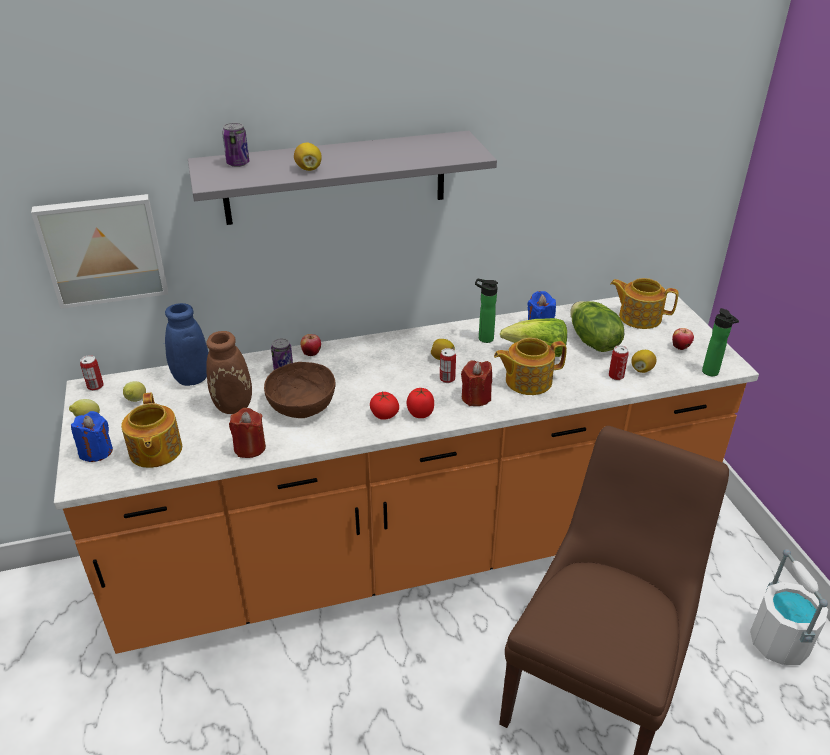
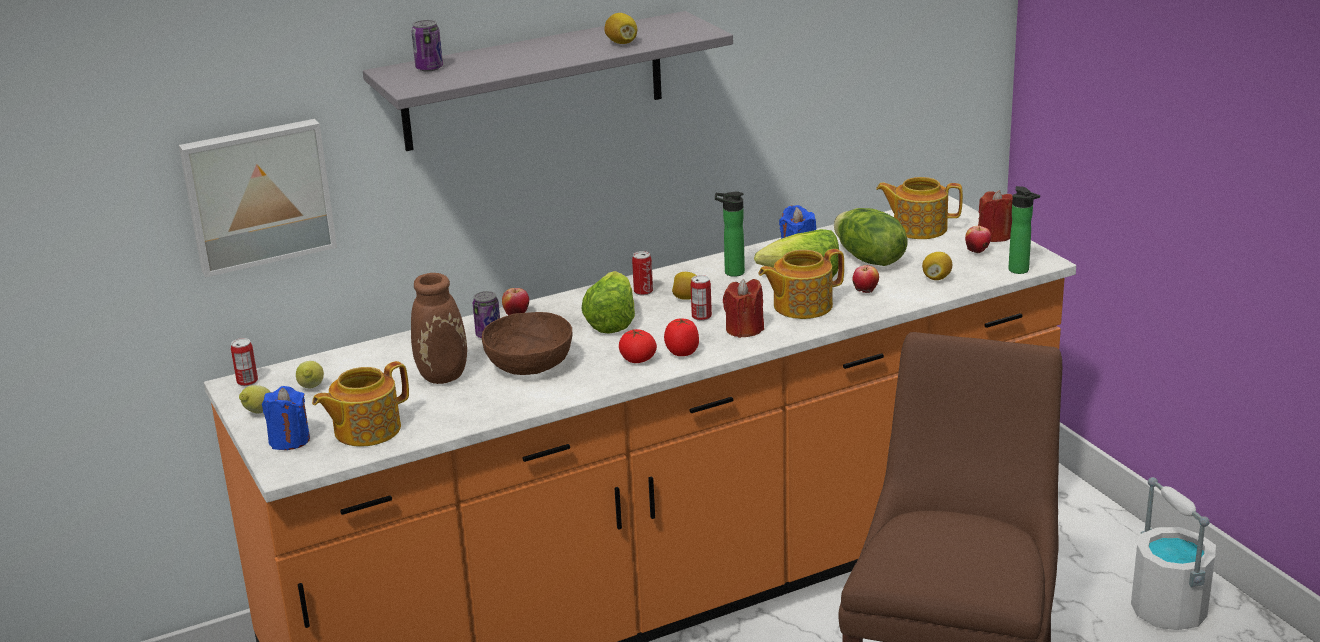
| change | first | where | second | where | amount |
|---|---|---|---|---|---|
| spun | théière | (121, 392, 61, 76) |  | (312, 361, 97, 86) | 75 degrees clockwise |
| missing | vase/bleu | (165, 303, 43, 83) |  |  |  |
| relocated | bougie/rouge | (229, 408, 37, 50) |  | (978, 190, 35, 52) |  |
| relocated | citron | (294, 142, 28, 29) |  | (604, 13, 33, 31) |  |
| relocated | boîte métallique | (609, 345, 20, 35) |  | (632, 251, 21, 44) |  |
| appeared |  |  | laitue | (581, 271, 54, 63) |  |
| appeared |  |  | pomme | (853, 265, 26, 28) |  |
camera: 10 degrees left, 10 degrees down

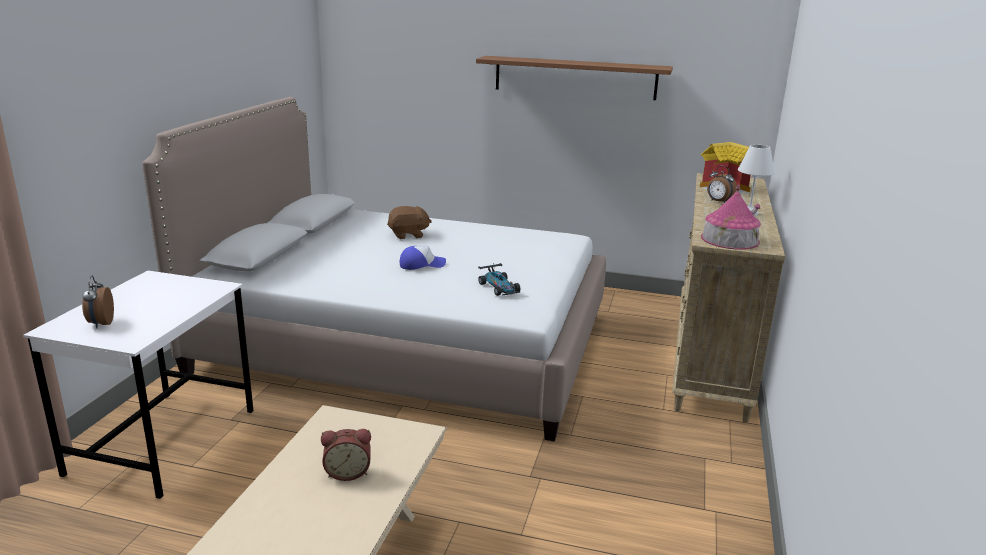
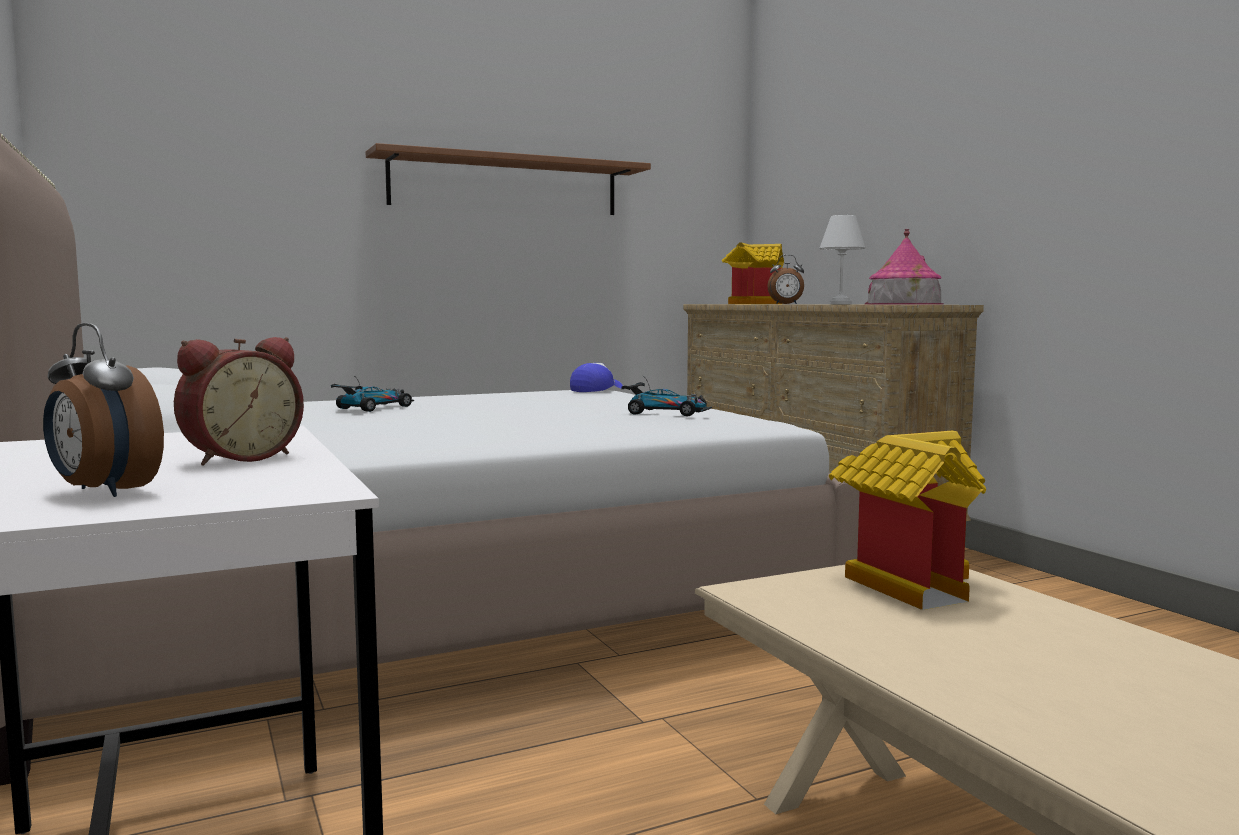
| change | first | where | second | where | amount |
|---|---|---|---|---|---|
| relocated | réveil | (321, 429, 50, 52) |  | (174, 337, 130, 129) |  |
| exchanged | peluche/marron | (387, 206, 45, 33) | petite voiture | (331, 379, 83, 33) |  |
| relocated | casquette | (399, 246, 47, 24) |  | (570, 363, 53, 29) |  |
| appeared |  |  | maison miniature | (829, 431, 157, 179) |  |
camera: 40 degrees left, 15 degrees down

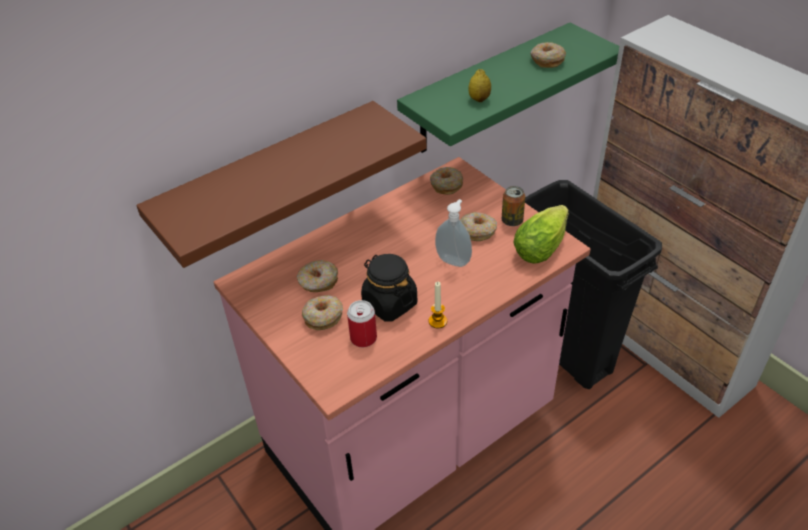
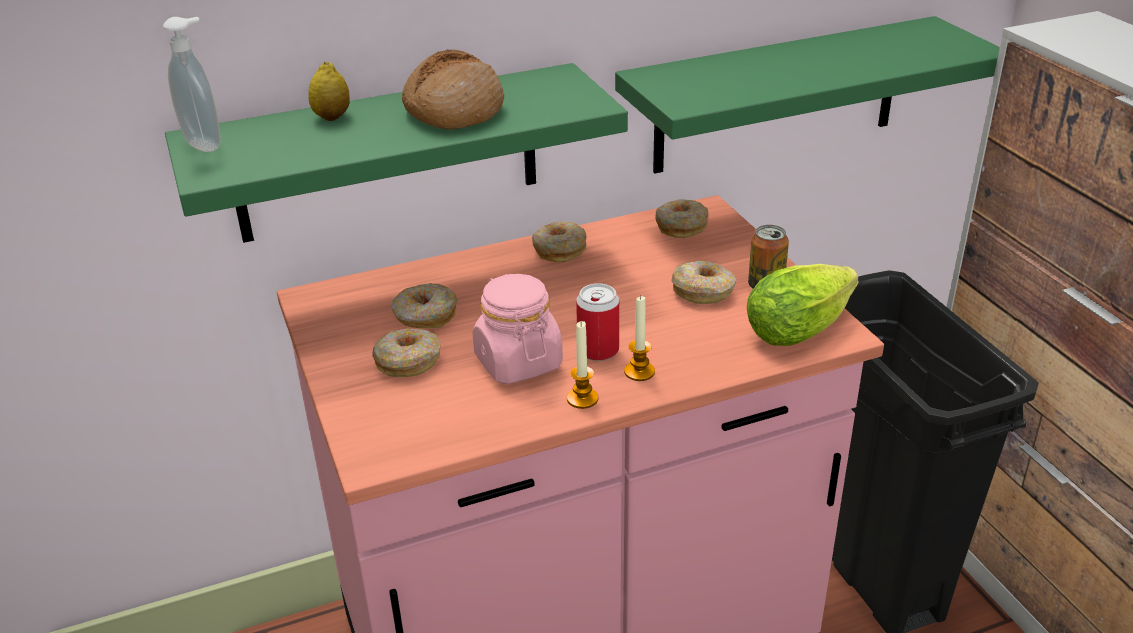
| change | first | where | second | where | amount |
|---|---|---|---|---|---|
| colour | étagère/marron | (136, 101, 290, 167) | étagère/vert | (165, 63, 463, 180) |  |
| relocated | boîte métallique | (347, 300, 30, 47) |  | (576, 283, 43, 78) |  |
| colour | bocal/noir | (361, 254, 56, 68) | bocal/rose | (473, 274, 90, 110) |  |
| relocated | distributeur de savon | (435, 199, 37, 68) |  | (163, 17, 58, 135) |  |
| relocated | citron | (468, 69, 23, 33) |  | (308, 62, 42, 59) |  |
| relocated | beignet | (531, 42, 35, 26) |  | (532, 221, 55, 41) |  |
| appeared |  |  | pain | (402, 49, 102, 80) |  |
| appeared |  |  | bougie | (624, 296, 31, 85) |  |
camera: 15 degrees right, 10 degrees down

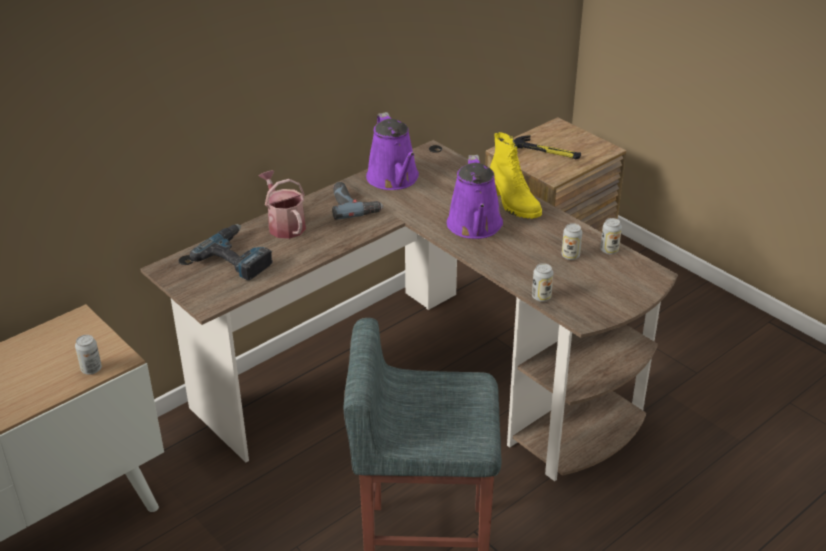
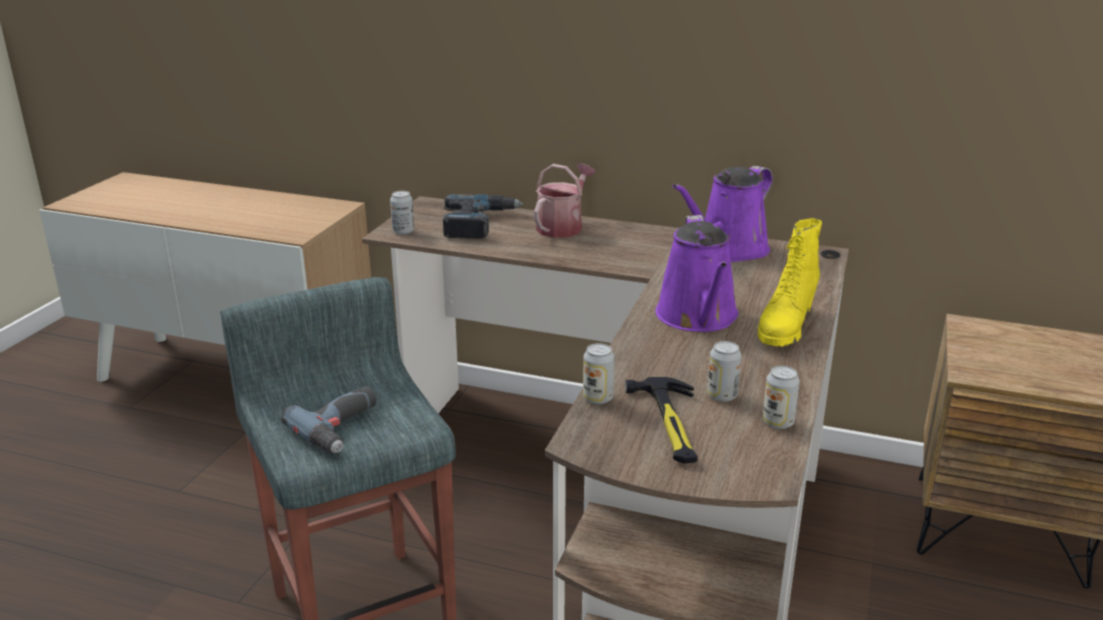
| change | first | where | second | where | amount |
|---|---|---|---|---|---|
| relocated | boîte métallique | (75, 335, 27, 40) |  | (390, 191, 24, 44) |  |
| relocated | perceuse | (332, 182, 51, 38) |  | (281, 386, 96, 68) |  |
| spun | arrosoir/violet | (447, 155, 56, 84) |  | (655, 215, 84, 117) | 60 degrees counterclockwise |
| relocated | marteau | (514, 135, 67, 24) |  | (625, 377, 73, 86) |  |
camera: 60 degrees right, 10 degrees down

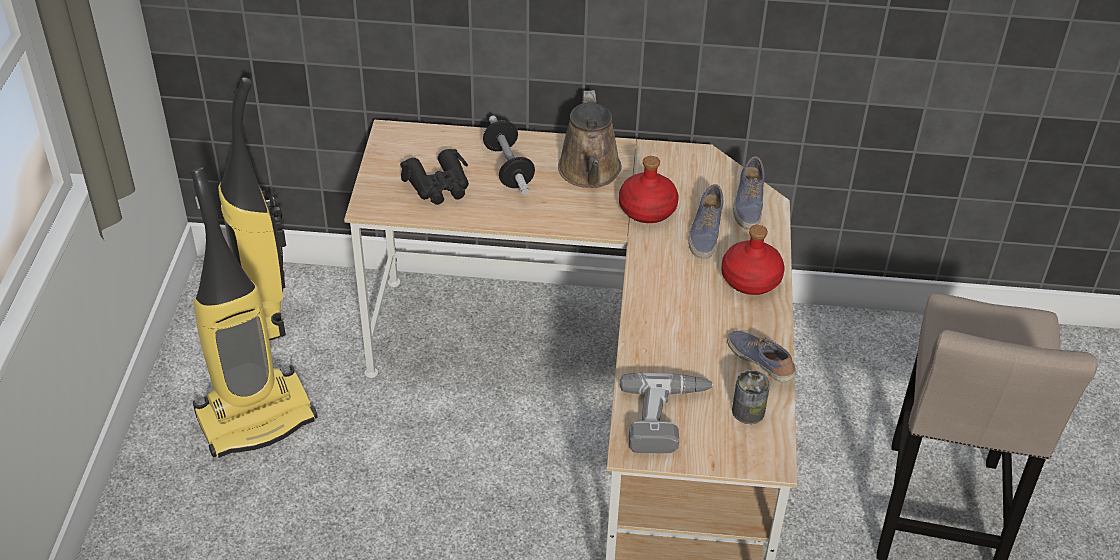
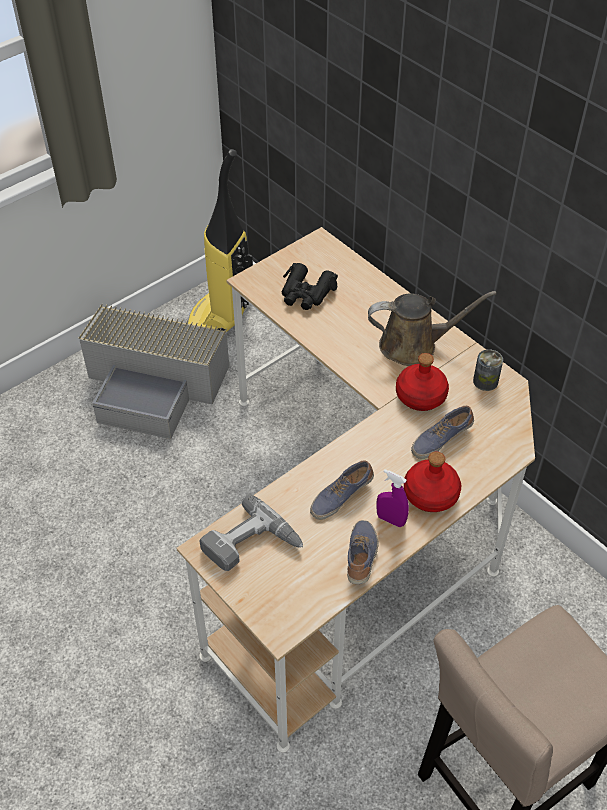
| change | first | where | second | where | amount |
|---|---|---|---|---|---|
| exchanged | aspirateur | (190, 167, 127, 291) | boîte de rangement/gris | (79, 304, 150, 135) |  |
| missing | haltère | (483, 115, 52, 80) |  |  |  |
| spun | arrosoir/marron | (558, 90, 64, 98) |  | (368, 291, 128, 75) | 135 degrees counterclockwise |
| relocated | boîte métallique | (732, 370, 38, 54) |  | (473, 349, 30, 42) |  |
| relocated | chaussure | (733, 156, 32, 73) |  | (310, 460, 64, 60) |  |
| appeared |  |  | vaporisateur/violet | (376, 469, 33, 58) |  |
camera: 45 degrees right, 5 degrees up

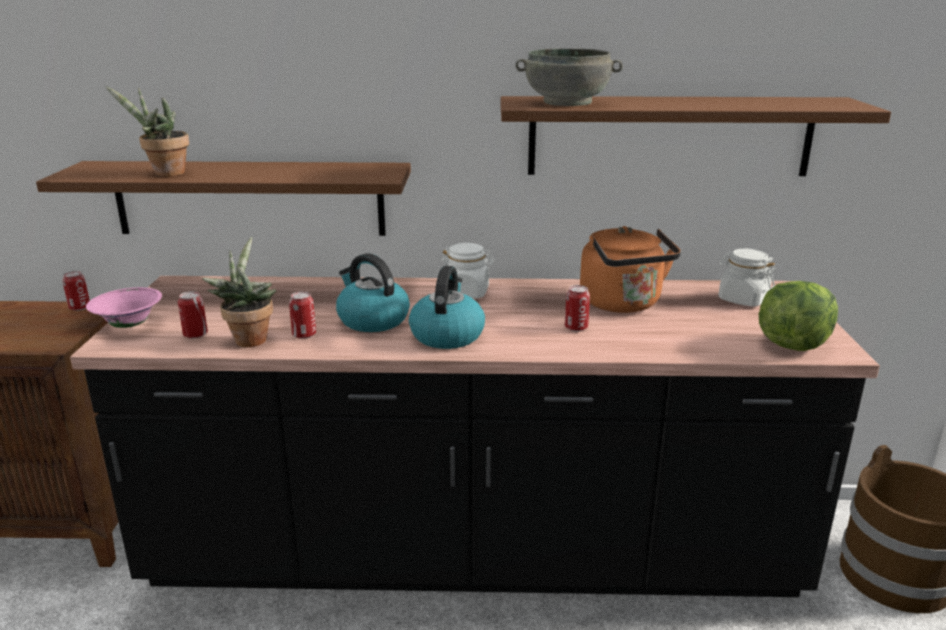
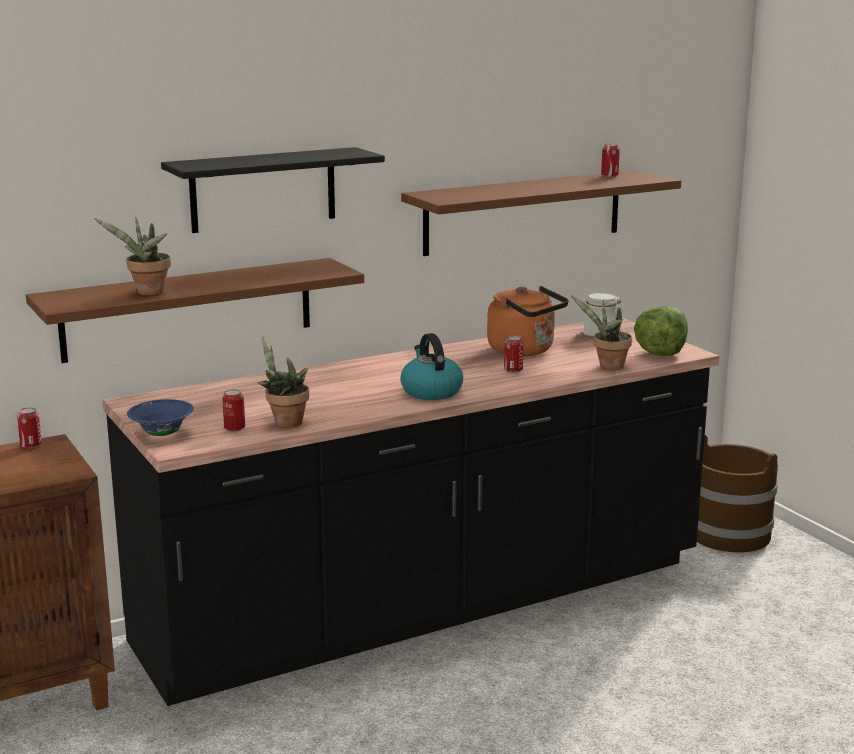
| change | first | where | second | where | amount |
|---|---|---|---|---|---|
| colour | bol/rose | (86, 287, 76, 41) | bol/bleu | (127, 399, 67, 37) |  |
| relocated | boîte métallique | (289, 291, 27, 48) |  | (601, 144, 19, 33) |  |
| missing | bouilloire | (336, 253, 74, 79) |  |  |  |
| missing | bocal/blanc | (442, 243, 52, 55) |  |  |  |
| missing | bol/gris | (515, 48, 108, 58) |  |  |  |
| appeared |  |  | étagère/noir | (161, 147, 224, 86) |  |
| appeared |  |  | plante en pot | (571, 295, 61, 75) |  |
camera: 30 degrees left, 5 degrees down

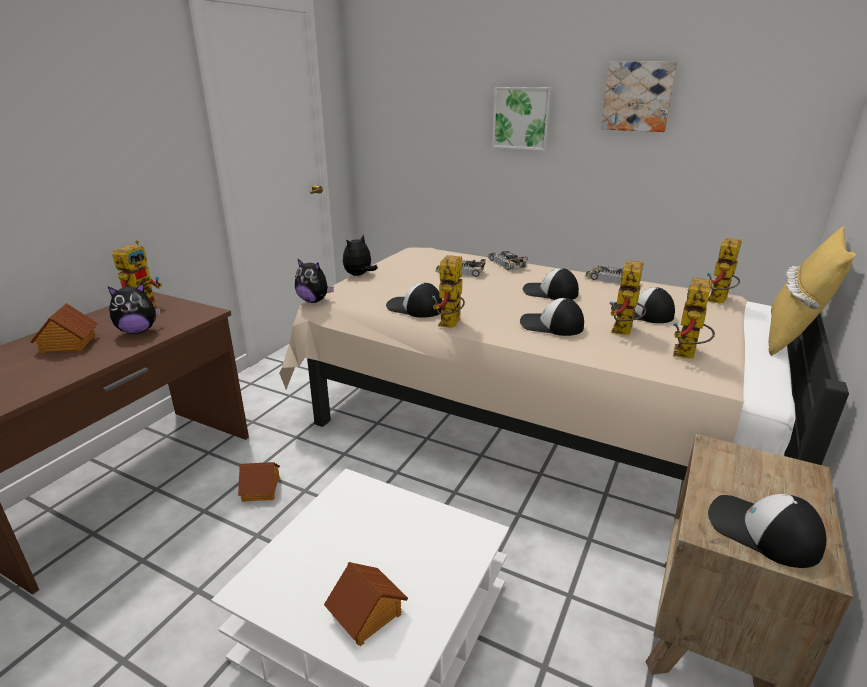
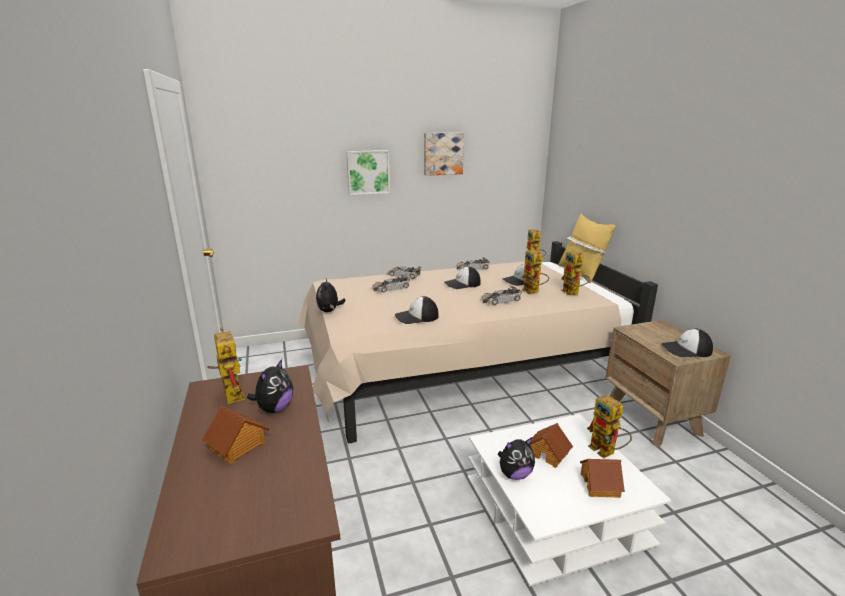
| change | first | where | second | where | amount |
|---|---|---|---|---|---|
| relocated | maison miniature | (238, 462, 42, 40) |  | (530, 423, 43, 45) |  |
| relocated | peluche | (295, 258, 39, 45) |  | (498, 437, 37, 43) |  |
| relocated | robot jouet | (432, 255, 33, 73) |  | (587, 395, 45, 64) |  |
| exchanged | casquette | (520, 298, 64, 38) | petite voiture | (480, 286, 42, 19) |  |
camera: 45 degrees left, 5 degrees down

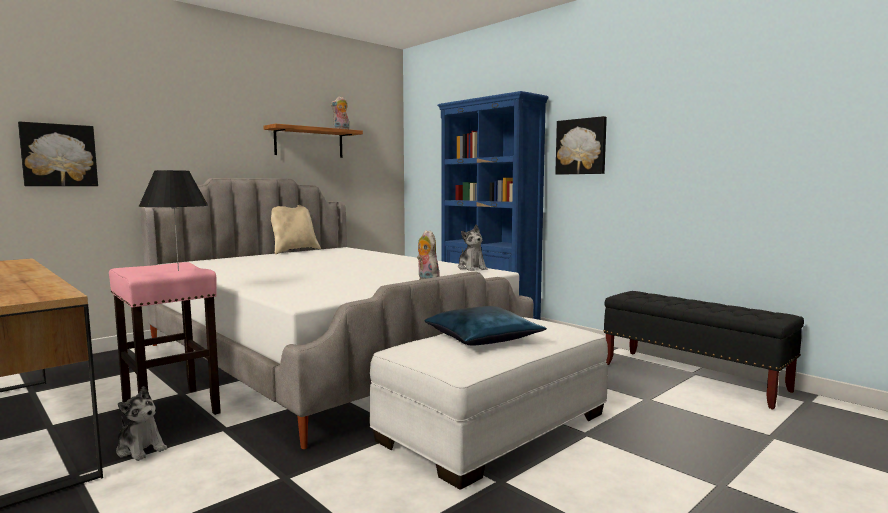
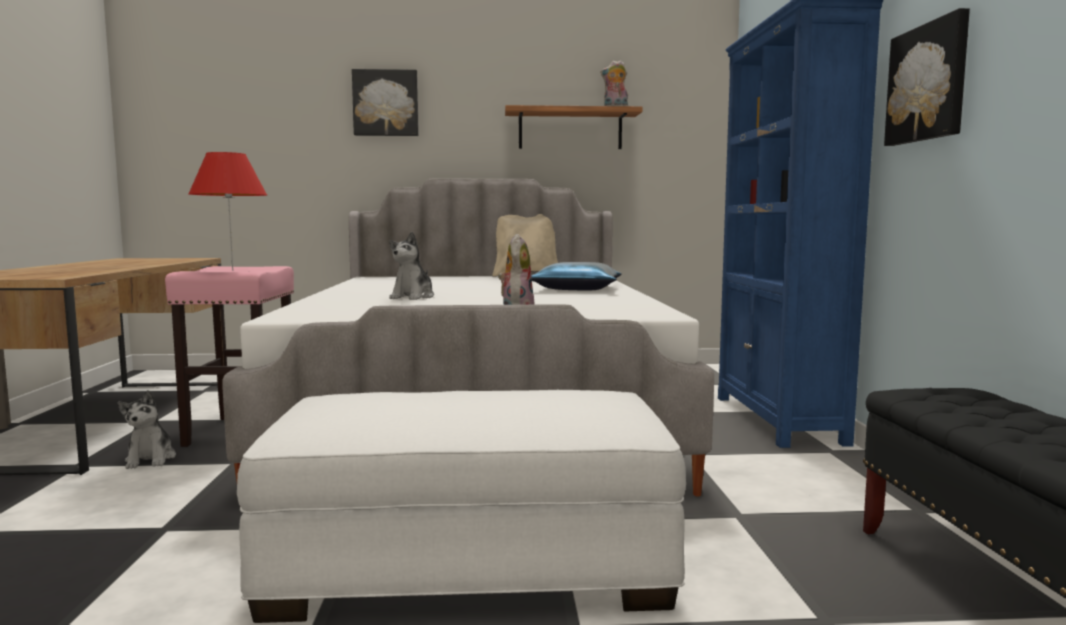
| change | first | where | second | where | amount |
|---|---|---|---|---|---|
| relocated | tableau | (18, 122, 80, 64) |  | (352, 69, 67, 67) |  |
| colour | lampe de table/noir | (138, 170, 70, 101) | lampe de table/rouge | (188, 152, 79, 119) |  |
| relocated | coussin/bleu | (424, 306, 123, 40) |  | (532, 262, 90, 28) |  |
| relocated | peluche | (458, 224, 30, 47) |  | (389, 232, 45, 68) |  |
camera: 40 degrees right, 0 degrees up

